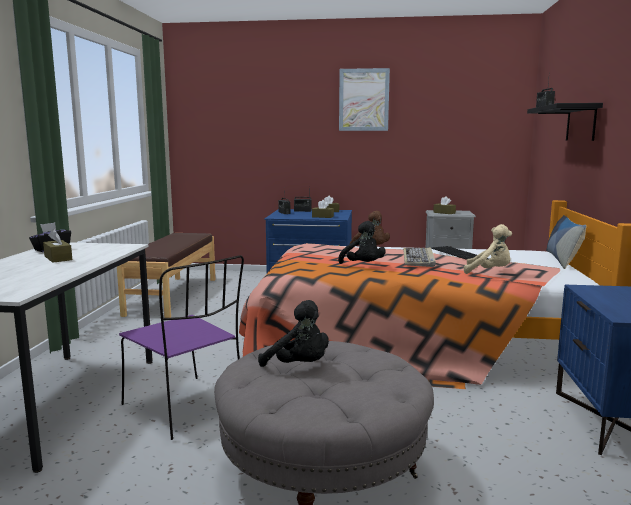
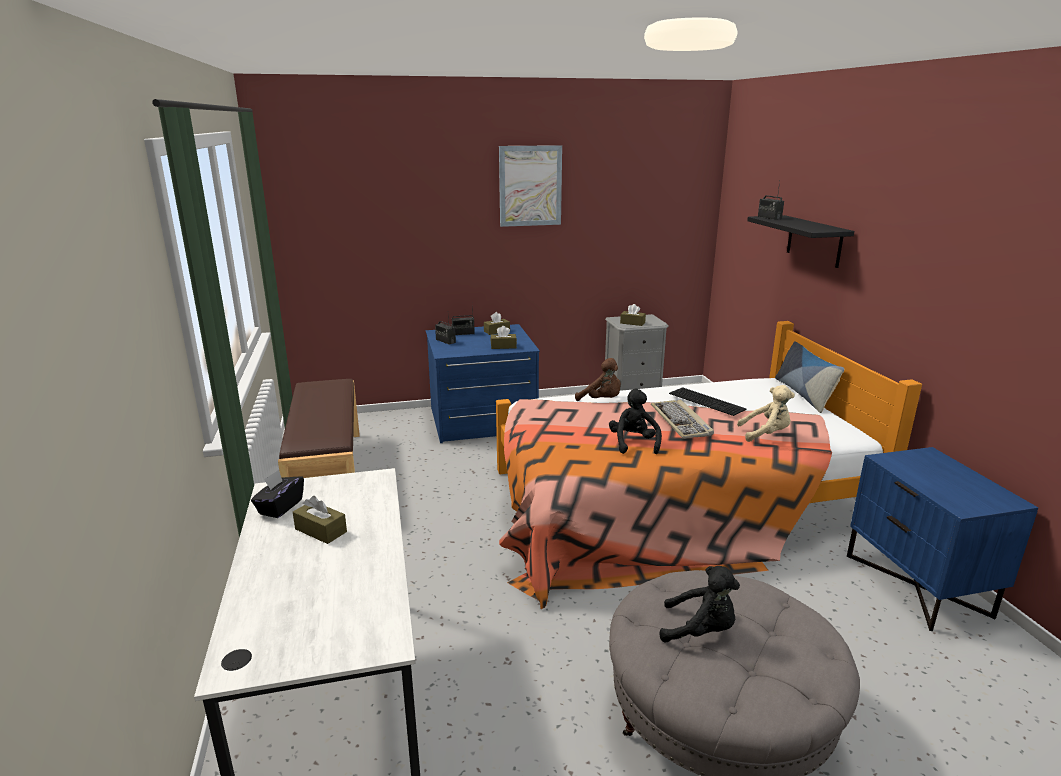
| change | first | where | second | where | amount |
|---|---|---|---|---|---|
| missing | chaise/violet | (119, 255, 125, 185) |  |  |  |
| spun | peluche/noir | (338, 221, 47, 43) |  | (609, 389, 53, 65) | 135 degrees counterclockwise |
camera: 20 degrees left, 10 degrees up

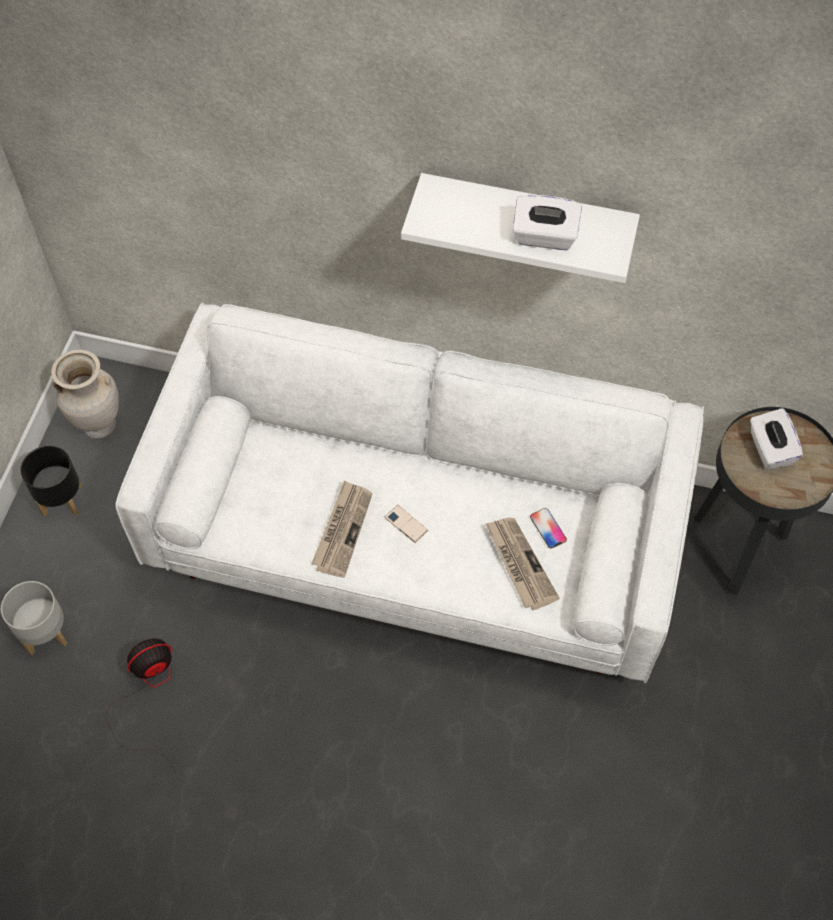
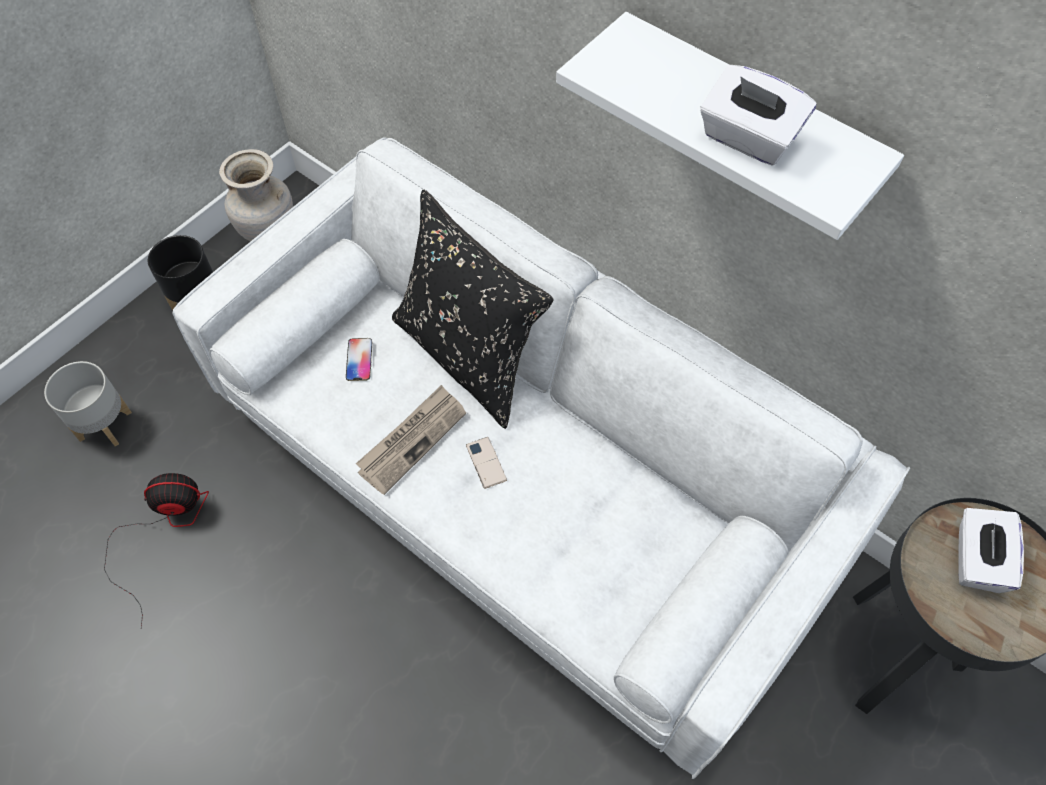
| change | first | where | second | where | amount |
|---|---|---|---|---|---|
| missing | journal | (485, 517, 75, 93) |  |  |  |
| relocated | téléphone | (530, 508, 37, 41) |  | (346, 338, 26, 43) |  |
| appeared |  |  | coussin/noir | (392, 189, 161, 240) |  |
camera: 25 degrees right, 0 degrees up

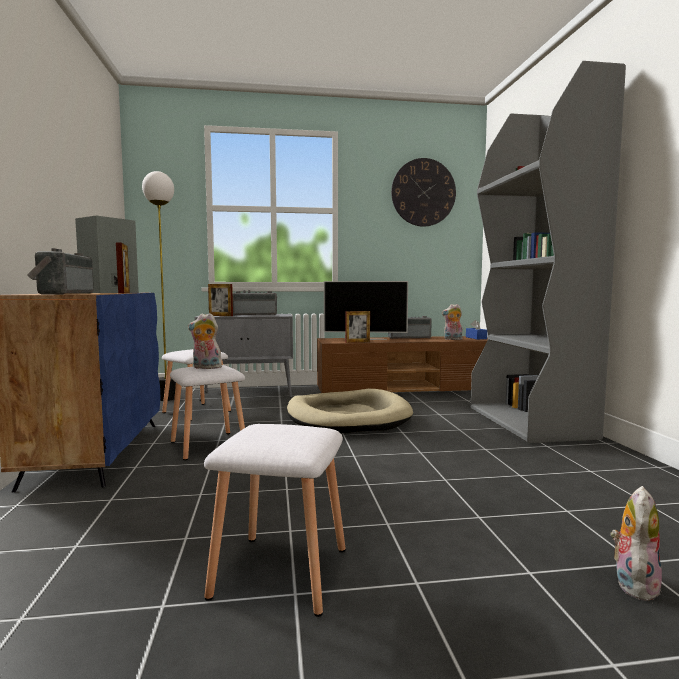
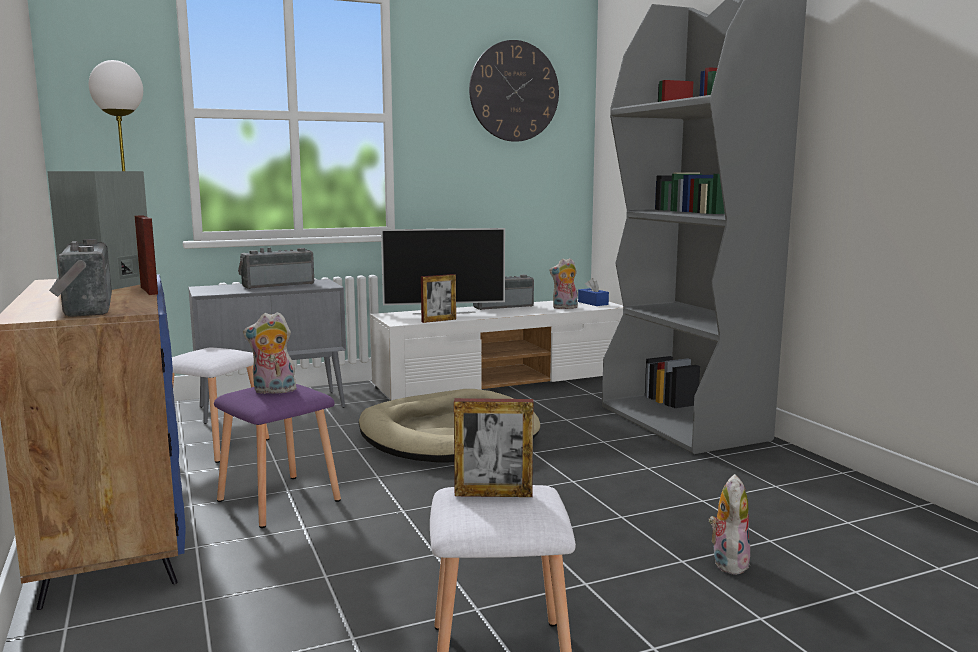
| change | first | where | second | where | amount |
|---|---|---|---|---|---|
| colour | tabouret/blanc | (170, 365, 75, 95) | tabouret/violet | (214, 384, 127, 144) |  |
| relocated | cadre photo | (208, 284, 25, 32) |  | (454, 398, 79, 99) |  |
| colour | meuble télé/marron | (317, 336, 171, 57) | meuble télé/blanc | (370, 299, 253, 102) |  |
| relocated | peluche | (610, 486, 52, 115) |  | (709, 474, 41, 101) |  |
camera: 15 degrees left, 5 degrees up

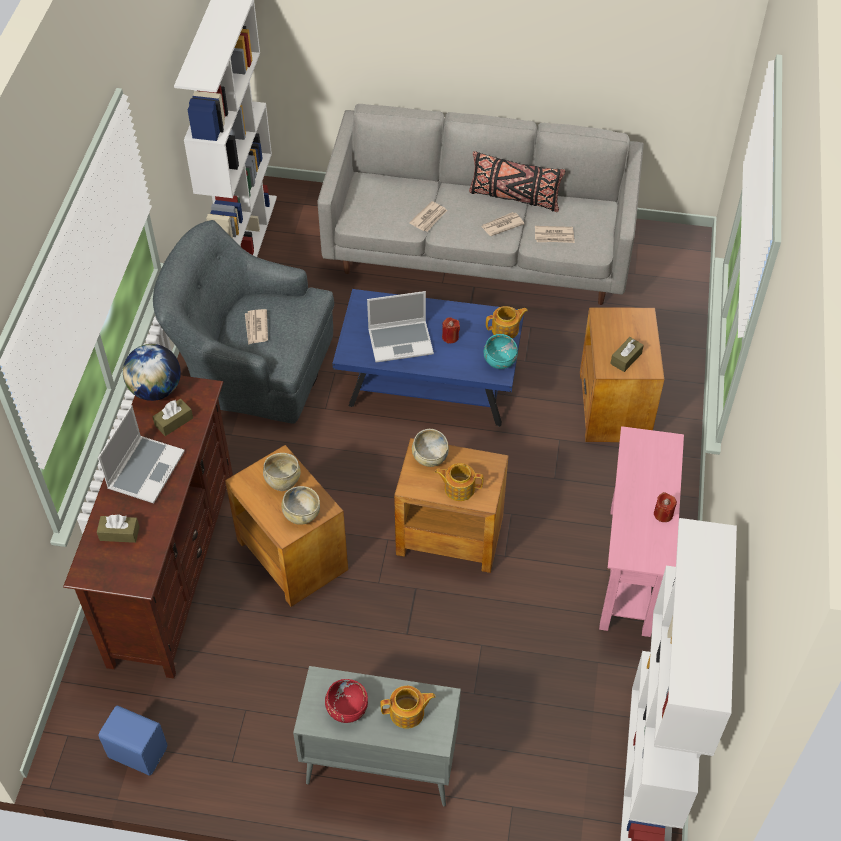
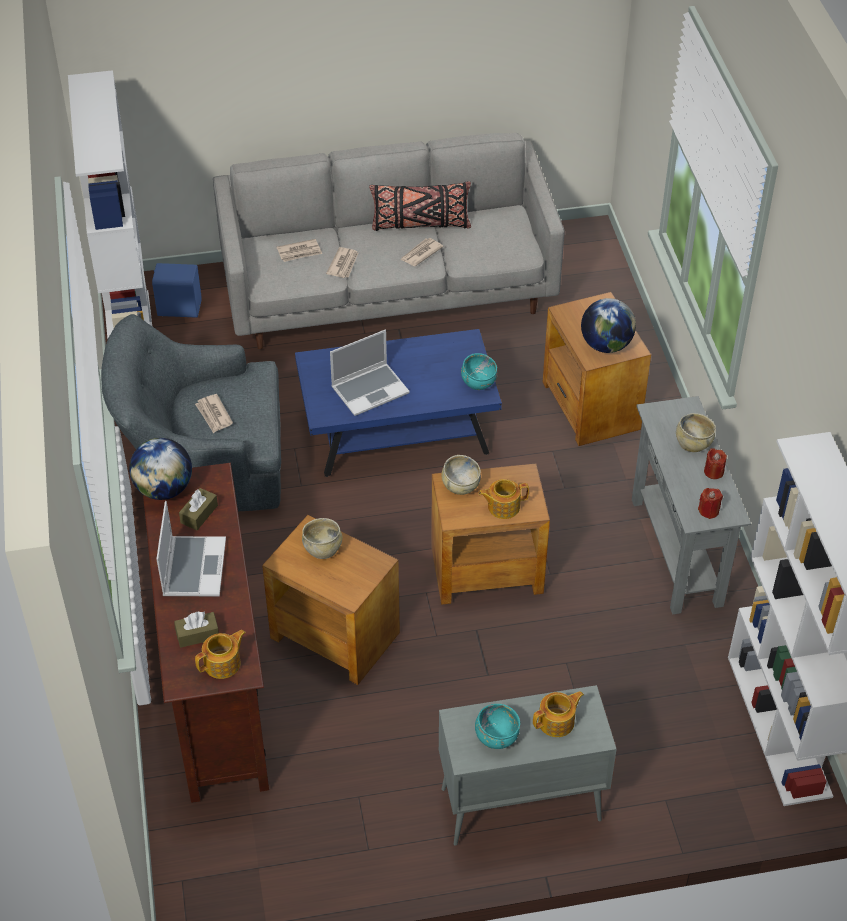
| change | first | where | second | where | amount |
|---|---|---|---|---|---|
| relocated | enceinte/bleu | (99, 706, 68, 69) |  | (152, 263, 50, 55) |  |
| relocated | bol/beige | (281, 486, 39, 39) |  | (676, 413, 40, 39) |  |
| colour | bol/rouge | (325, 679, 43, 44) | bol/turquoise | (475, 704, 45, 45) |  |
| relocated | bougie/rouge | (442, 317, 18, 26) |  | (698, 488, 25, 31) |  |
| relocated | théière | (486, 306, 42, 33) |  | (195, 630, 51, 49) |  |
| relocated | journal | (535, 226, 40, 17) |  | (277, 239, 45, 23) |  |
| colour | table console/rose | (599, 426, 85, 211) | table console/gris | (632, 396, 119, 218) |  |
| exchanged | boîte à mouchoirs/marron | (610, 337, 34, 35) | globe | (581, 298, 55, 55) |  |
camera: 20 degrees left, 5 degrees down

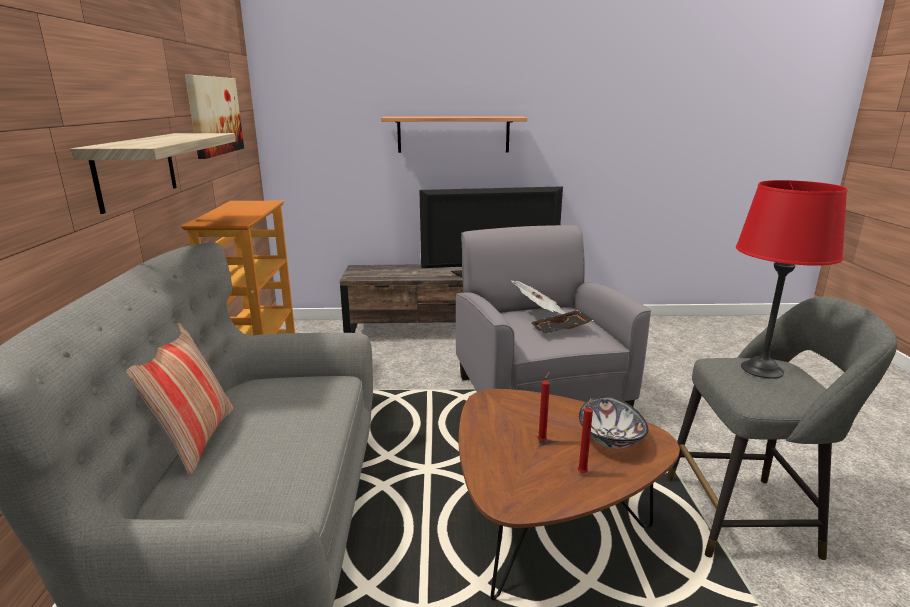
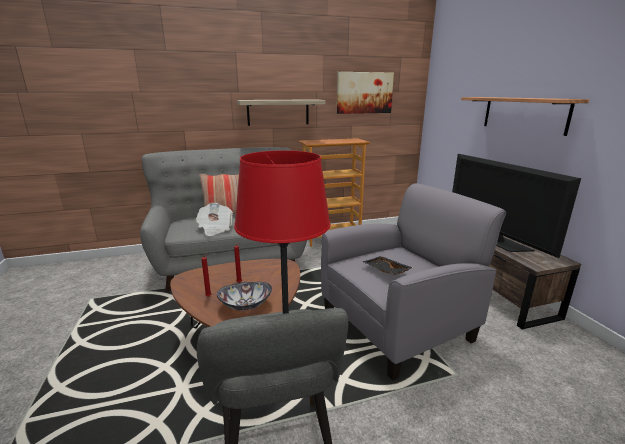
| change | first | where | second | where | amount |
|---|---|---|---|---|---|
| relocated | journal | (512, 281, 53, 33) |  | (196, 203, 37, 33) |  |
camera: 75 degrees right, 0 degrees up

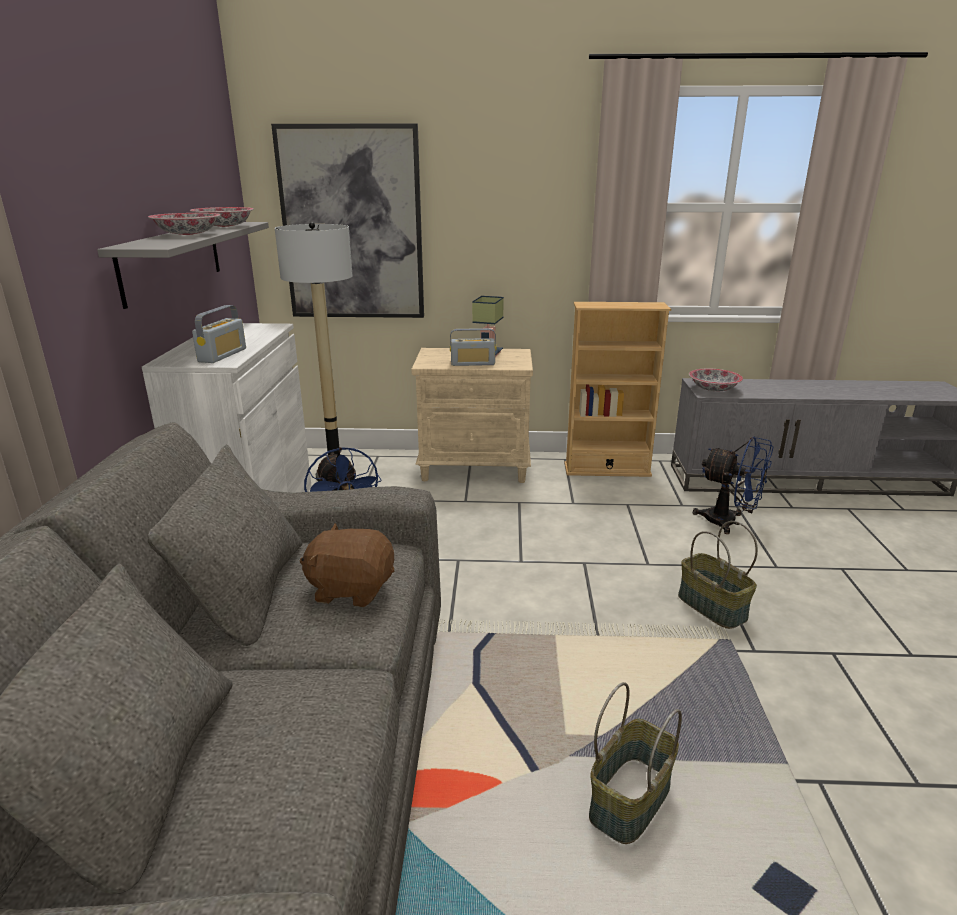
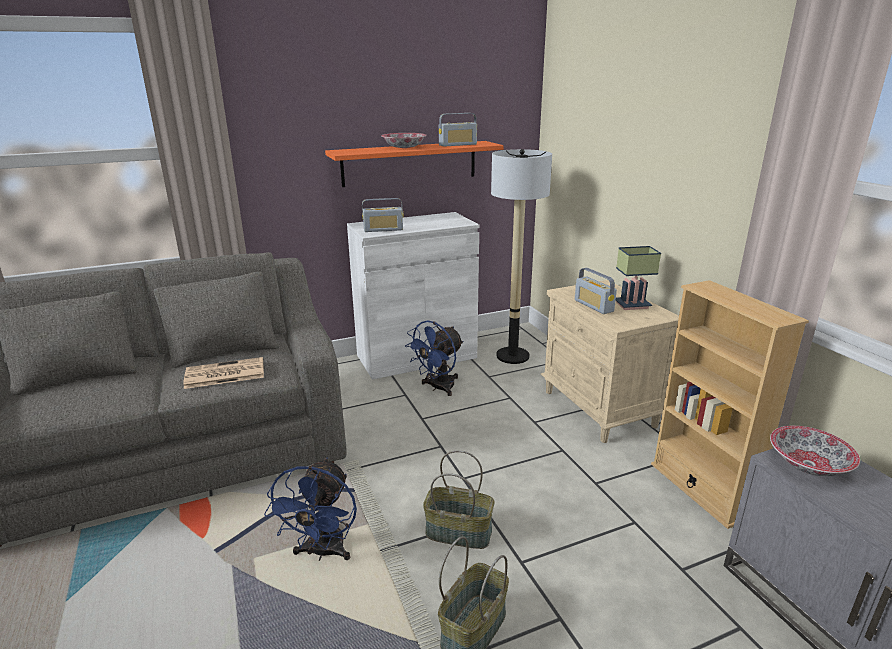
| change | first | where | second | where | amount |
|---|---|---|---|---|---|
| colour | étagère/gris | (97, 222, 172, 87) | étagère/orange | (325, 141, 179, 46) |  |
| exchanged | bol | (190, 207, 64, 20) | radio | (439, 113, 38, 34) |  |
| missing | tableau | (271, 123, 153, 195) |  |  |  |
| exchanged | peluche/marron | (300, 523, 94, 84) | journal | (183, 357, 81, 32) |  |
| relocated | panier | (589, 682, 93, 162) |  | (423, 450, 71, 99) |  |
| relocated | ventilateur/bleu | (693, 437, 80, 97) |  | (264, 458, 93, 103) |  |
camera: 65 degrees right, 0 degrees up

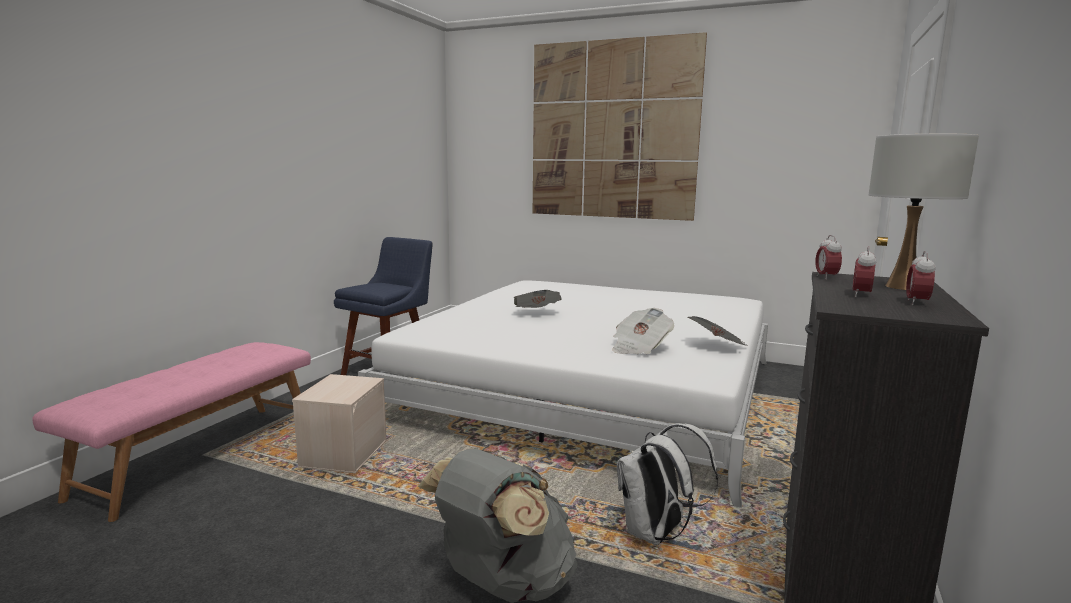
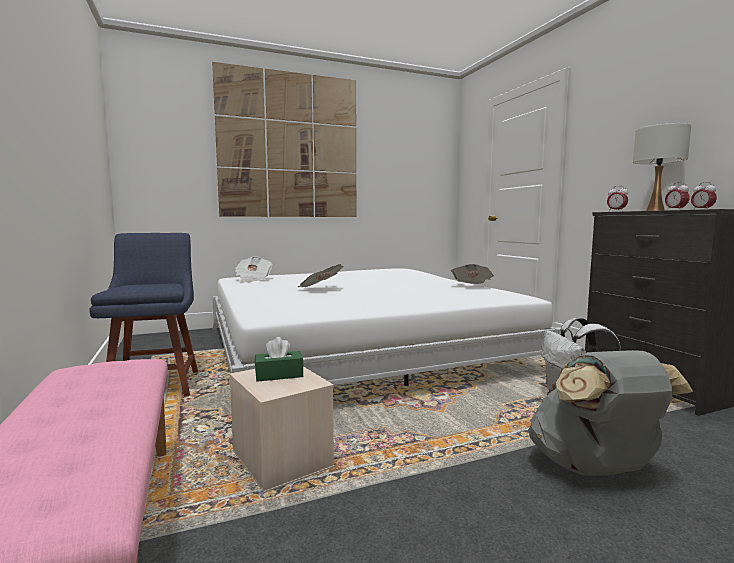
| change | first | where | second | where | amount |
|---|---|---|---|---|---|
| relocated | journal | (612, 308, 62, 46) |  | (235, 256, 38, 27) |  |
| appeared |  |  | boîte à mouchoirs/vert | (255, 337, 49, 45) |  |
camera: 45 degrees left, 5 degrees down

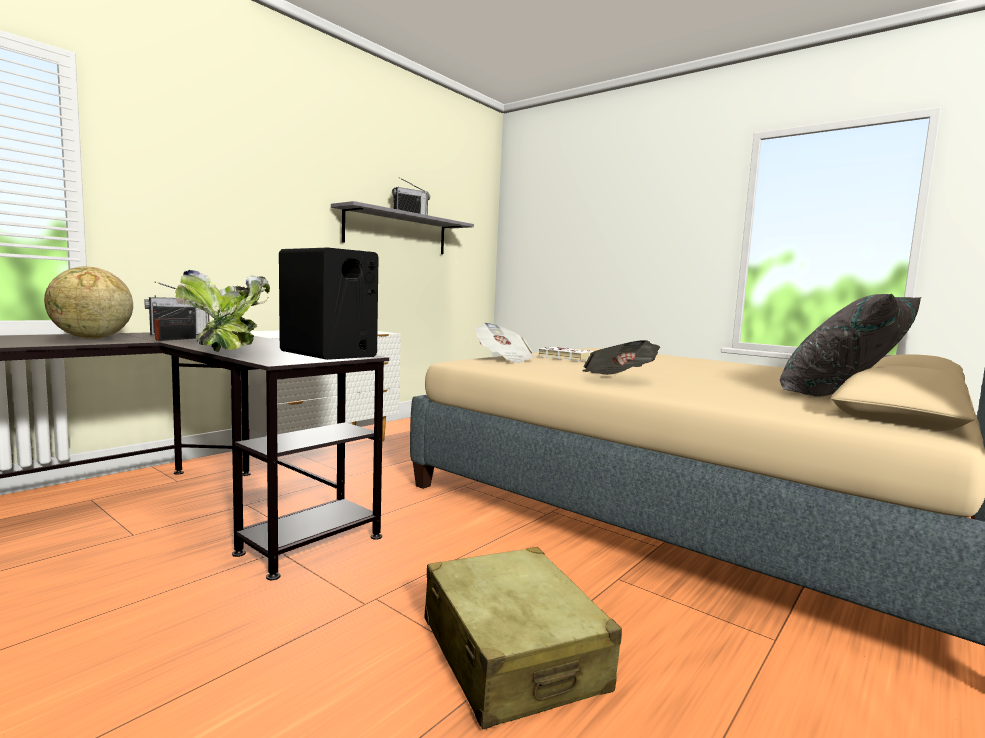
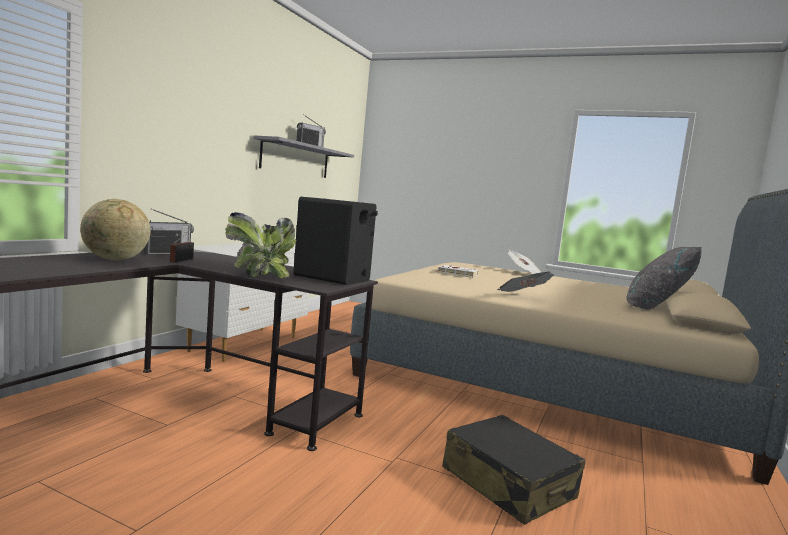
| change | first | where | second | where | amount |
|---|---|---|---|---|---|
| colour | valise/beige | (424, 547, 198, 182) | valise/noir | (442, 415, 144, 110) |  |
| relocated | journal | (475, 322, 60, 41) |  | (508, 249, 33, 25) |  |
camera: 15 degrees left, 0 degrees up

